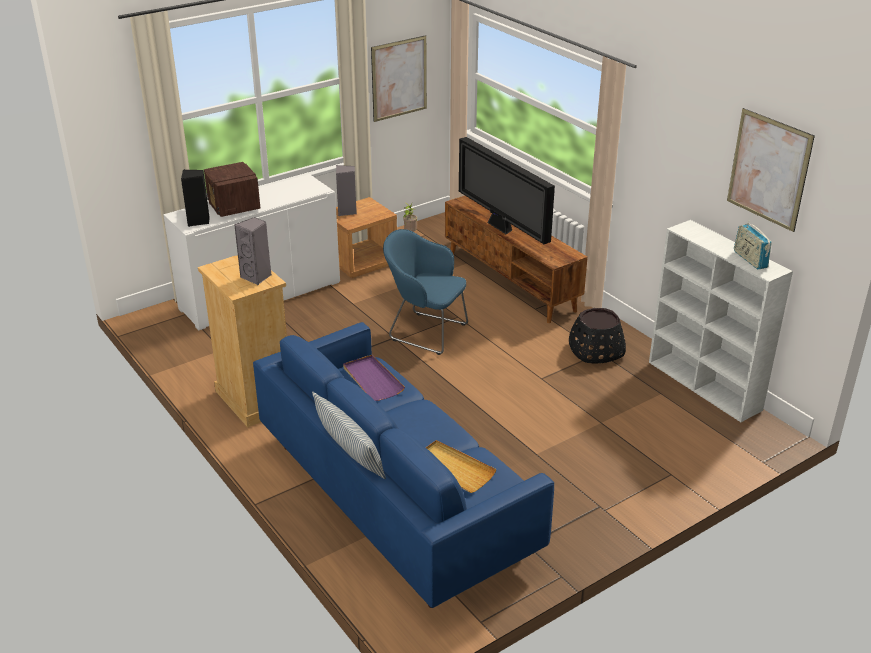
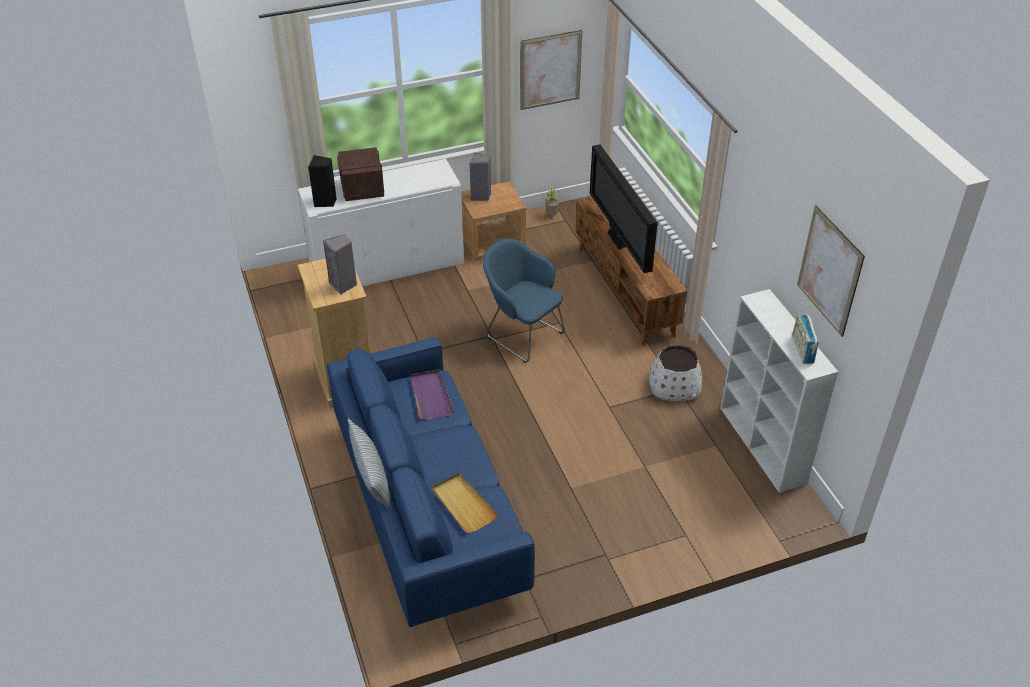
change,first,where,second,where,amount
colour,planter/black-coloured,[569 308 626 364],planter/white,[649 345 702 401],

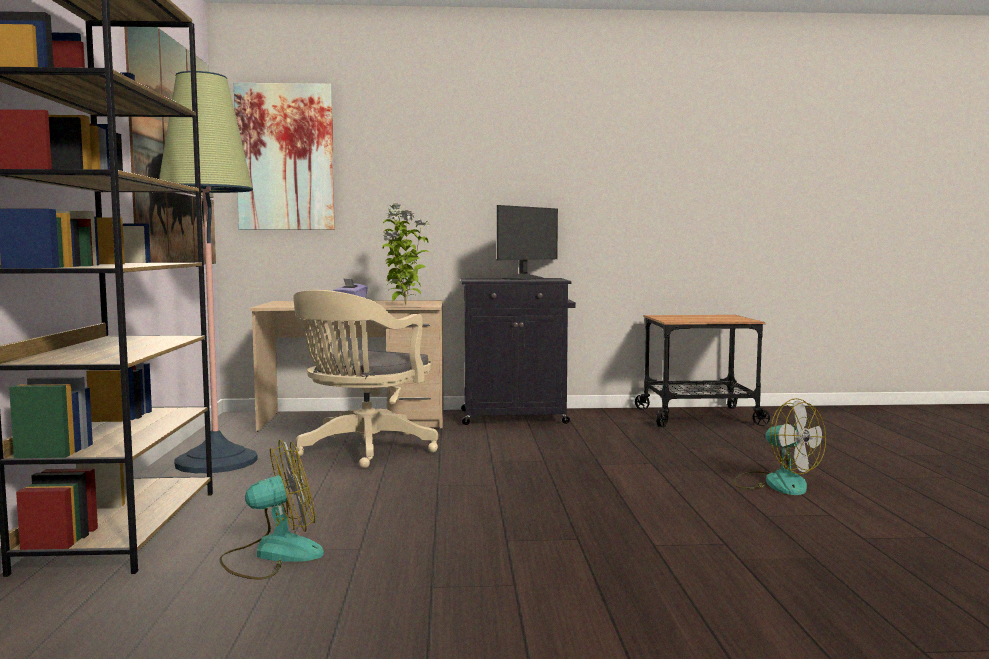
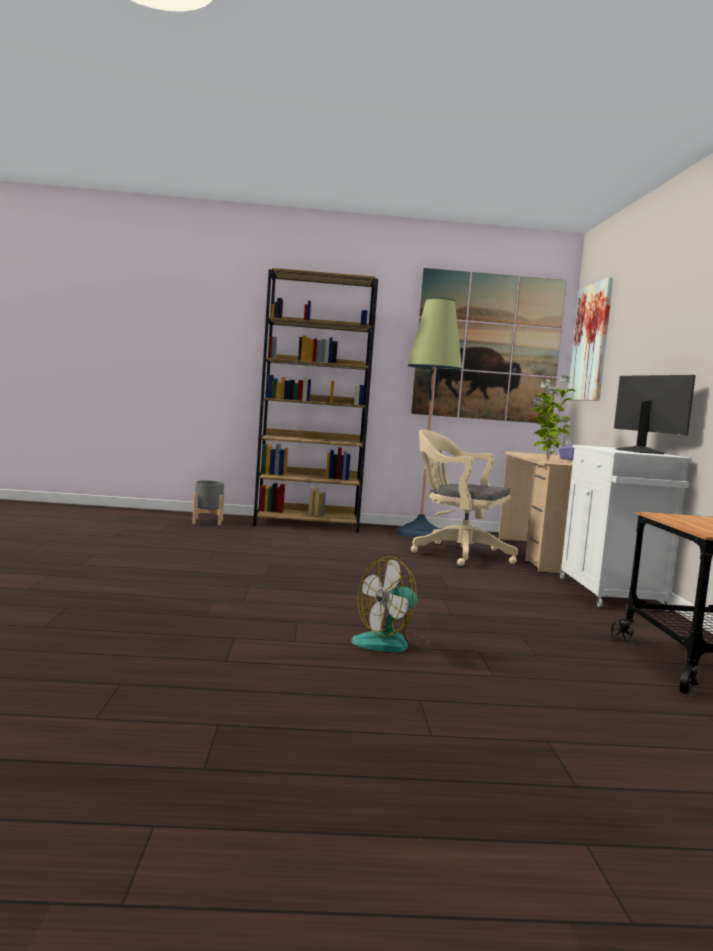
change,first,where,second,where,amount
appeared,,,planter/gray,[192 480 224 525],
colour,cabinet/black-coloured,[461 278 576 425],cabinet/white,[560 445 692 611],
spun,computer screen,[497 205 558 280],,[614 375 696 454],150 degrees counterclockwise
missing,electric fan,[219 440 324 580],,,

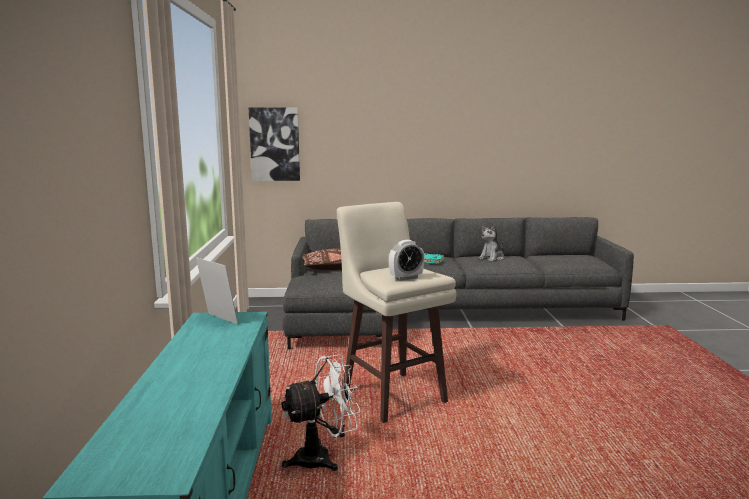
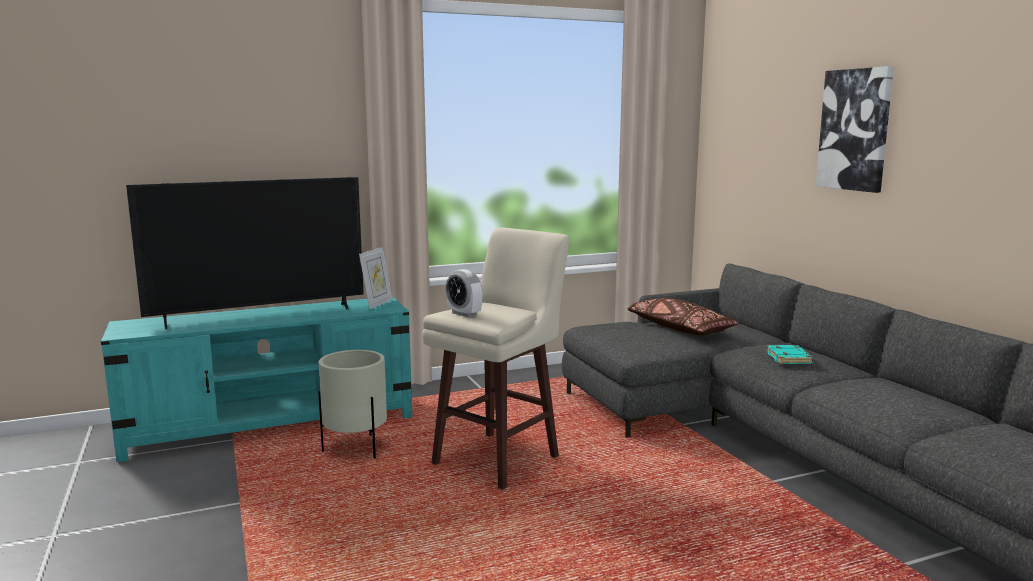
change,first,where,second,where,amount
appeared,,,TV,[126 177 364 329],
exchanged,electric fan/white,[282 354 361 471],planter/sand-coloured,[318 350 387 459],
relocated,wall art,[249 107 300 181],,[816 66 894 193],
missing,plush toy,[479 223 504 262],,,

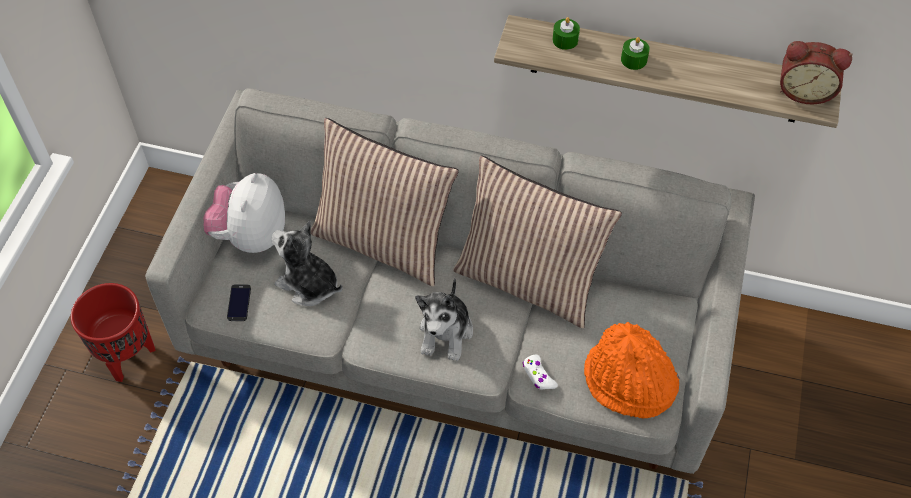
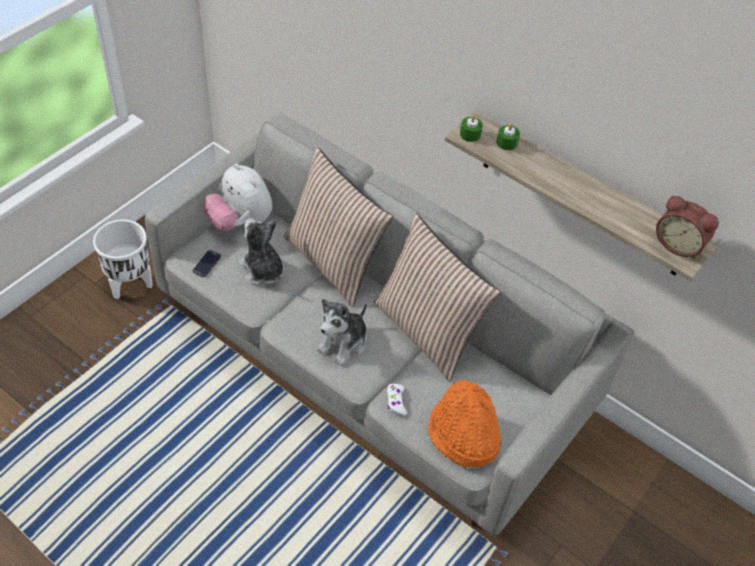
change,first,where,second,where,amount
colour,planter/red,[71 283 156 382],planter/white,[93 220 153 300],
spun,plush toy,[203 173 285 253],,[204 163 272 231],75 degrees counterclockwise
relocated,wax candle/greenish,[621 37 650 70],,[460 115 483 142],

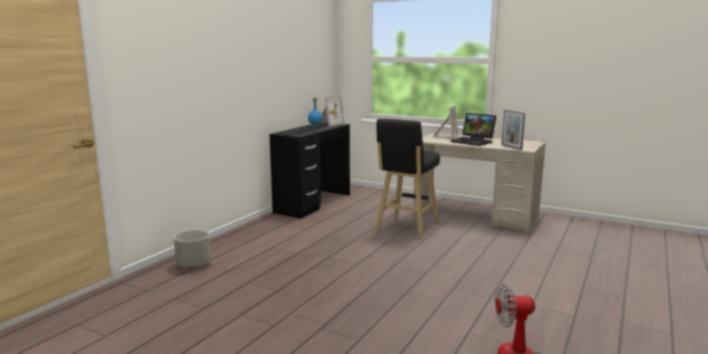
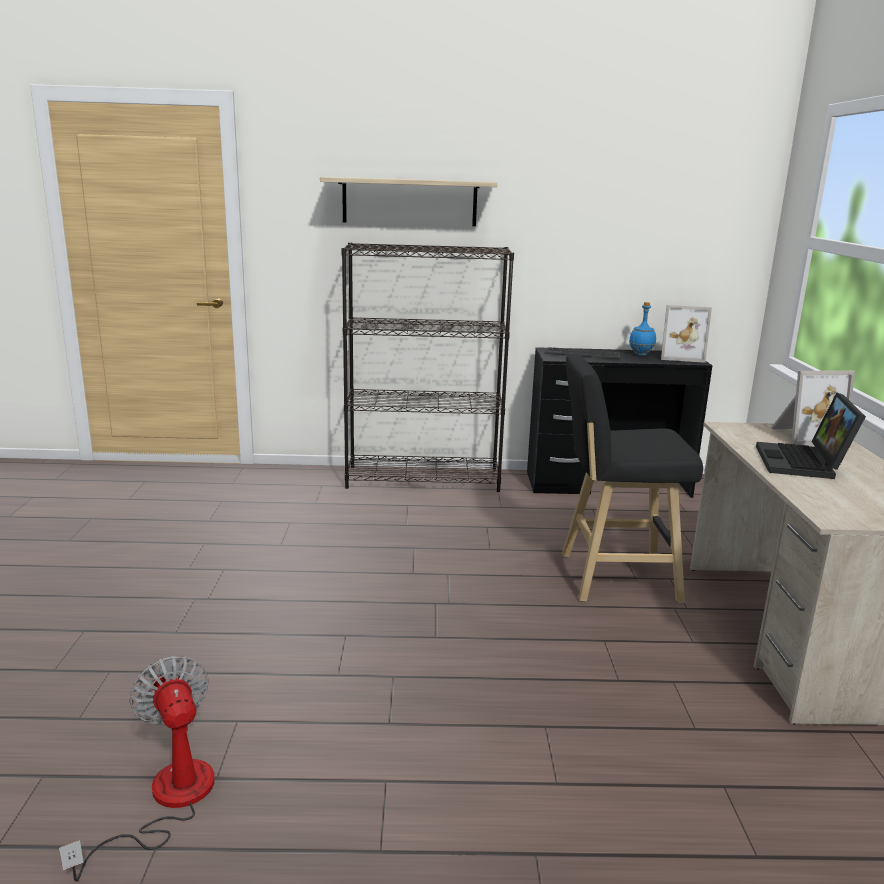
change,first,where,second,where,amount
appeared,,,bracket shelf,[320 177 497 226],
appeared,,,bookshelf/black-coloured,[341 242 514 492],
missing,planter/gray,[174 230 211 268],,,
missing,photo frame,[501 109 525 150],,,

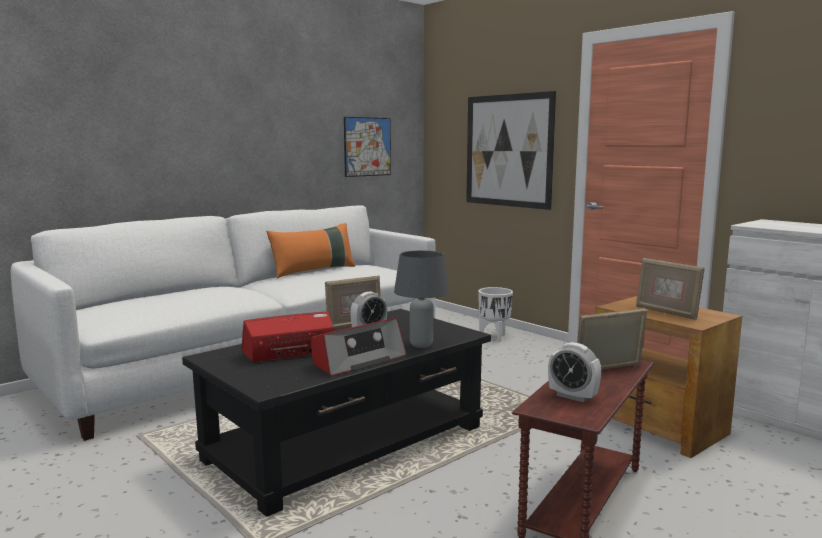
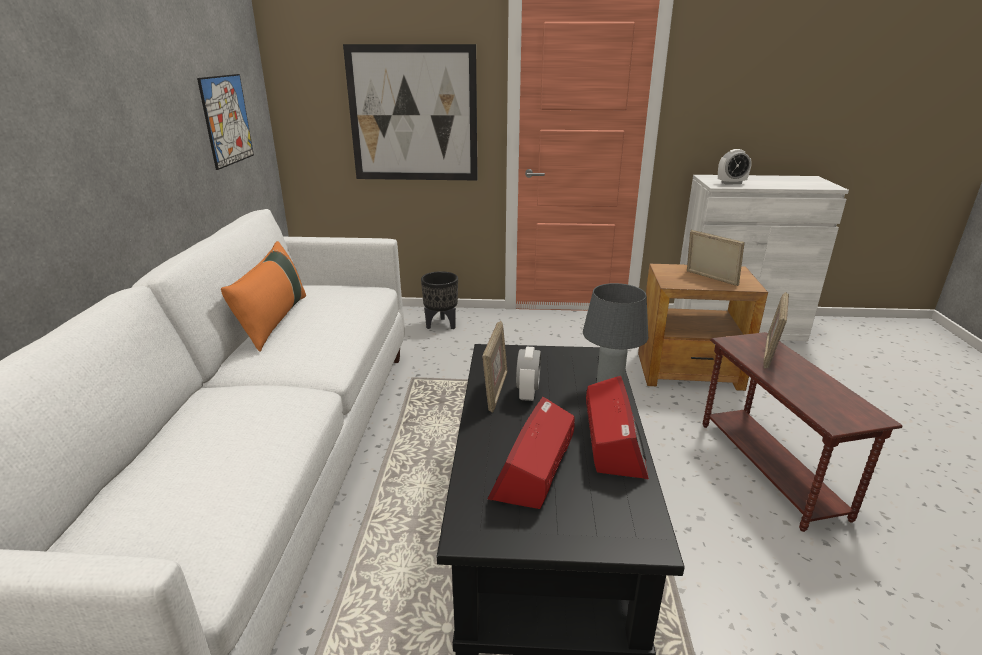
change,first,where,second,where,amount
colour,planter/white,[478 287 513 342],planter/black-coloured,[421 271 458 329],
spun,photo frame,[636 258 704 320],,[687 229 745 286],135 degrees counterclockwise
relocated,table clock,[548 342 601 403],,[718 149 752 185],

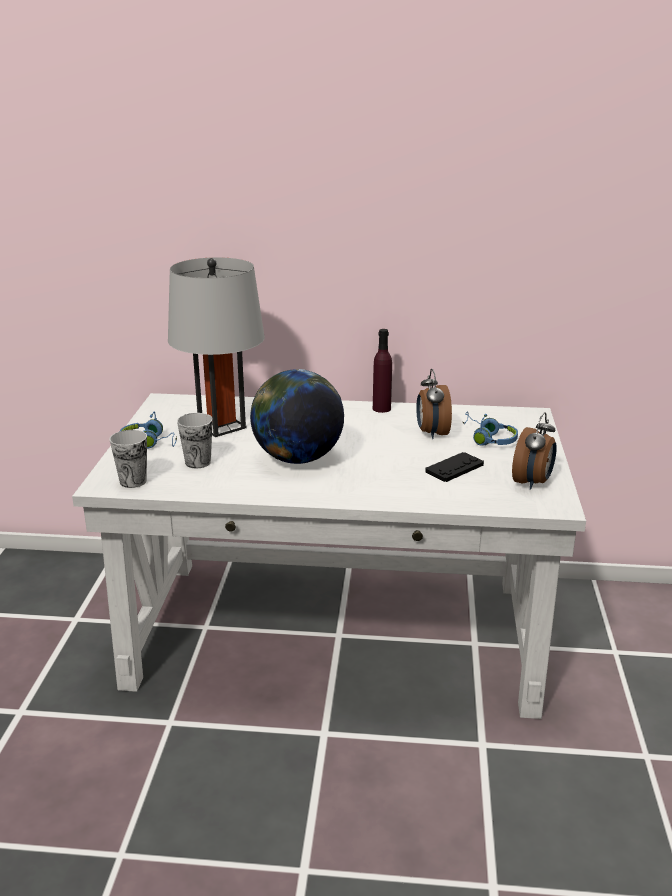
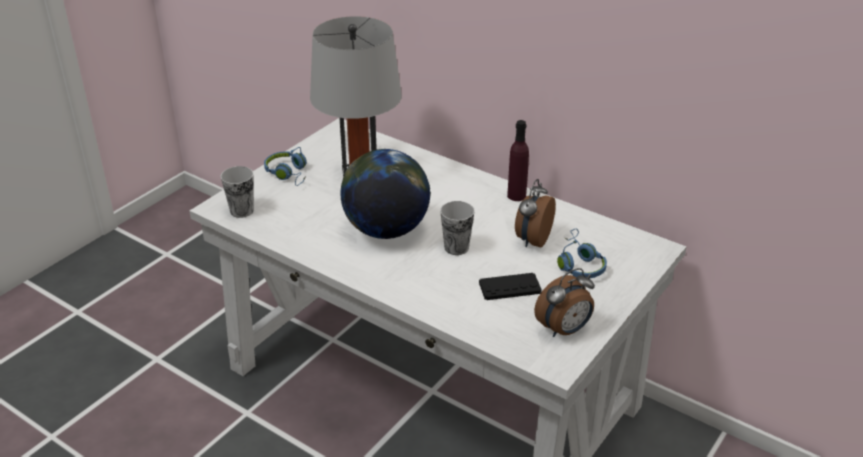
change,first,where,second,where,amount
relocated,cup,[177 413 213 468],,[440 201 475 255],

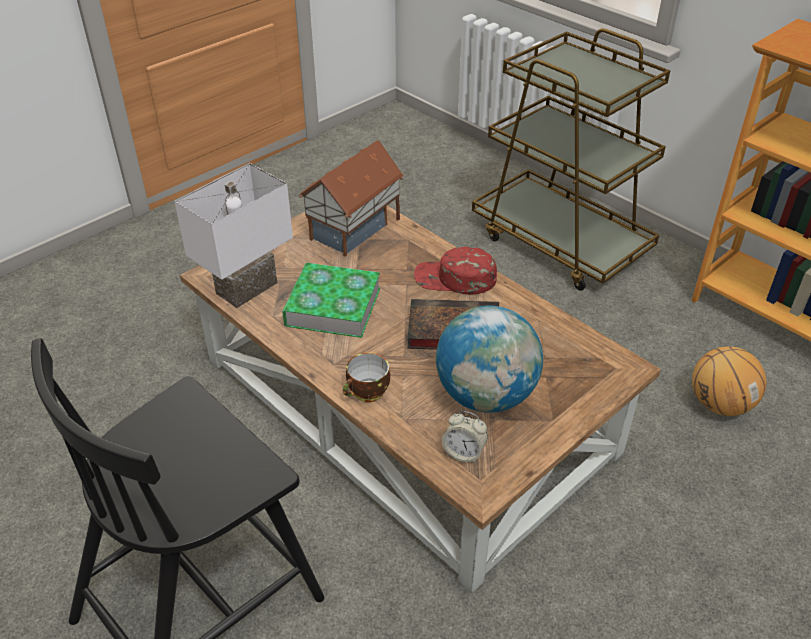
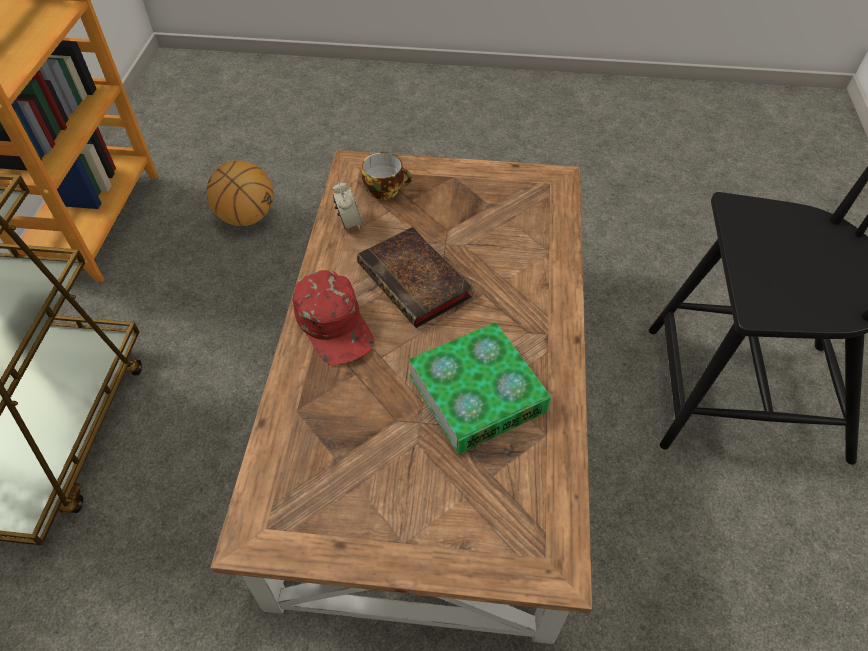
change,first,where,second,where,amount
relocated,table clock,[442 411 488 463],,[332 181 363 230],
relocated,cup,[343 353 390 402],,[362 152 412 200],
missing,tabletop lamp/white,[174 163 293 308],,,
missing,miniature house,[299 140 404 257],,,
missing,desk globe,[436 306 543 413],,,

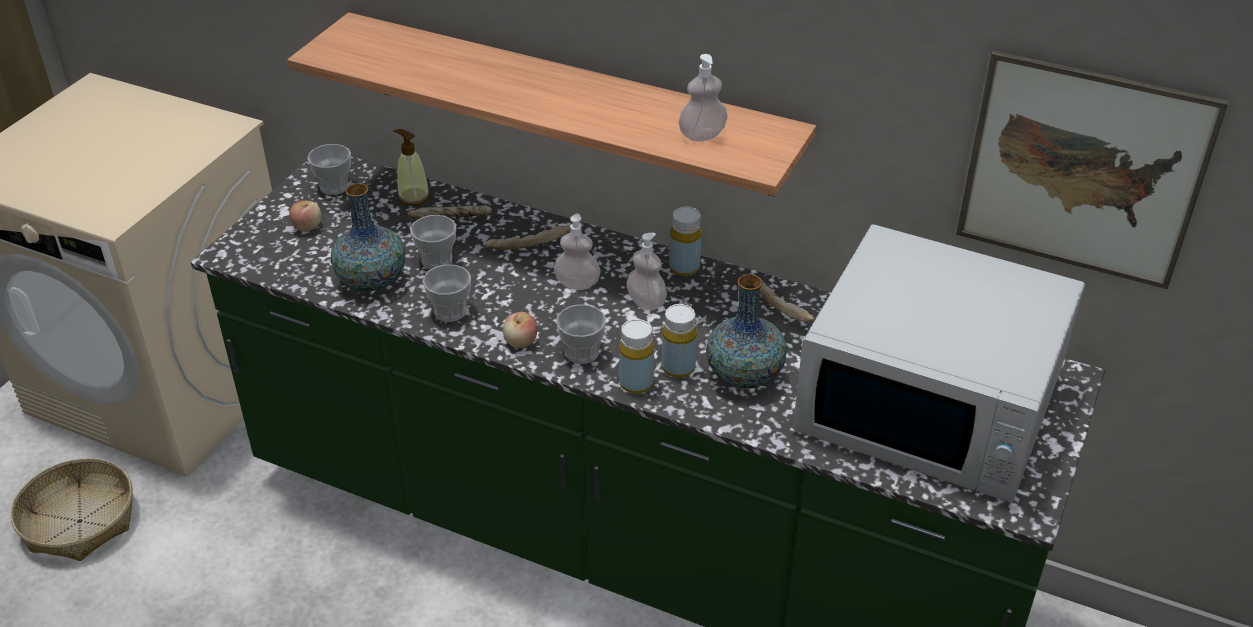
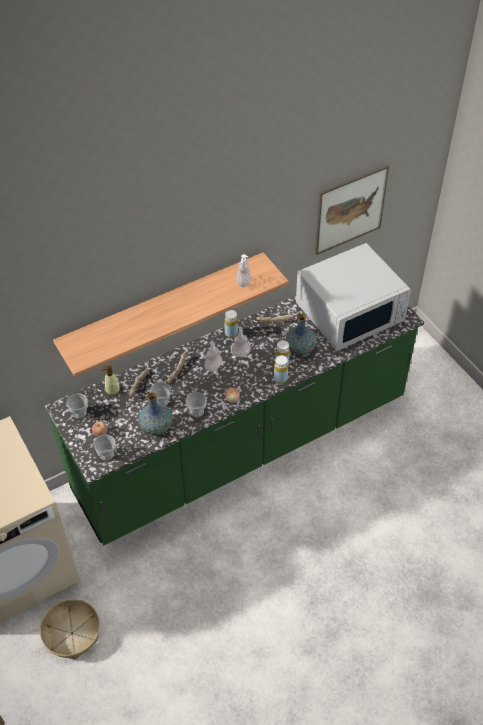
change,first,where,second,where,amount
relocated,cup,[556 304 606 364],,[94 434 116 461],

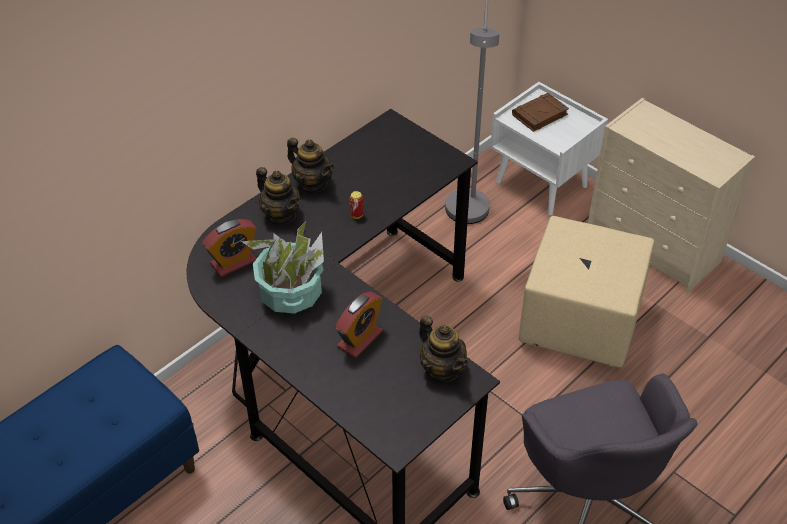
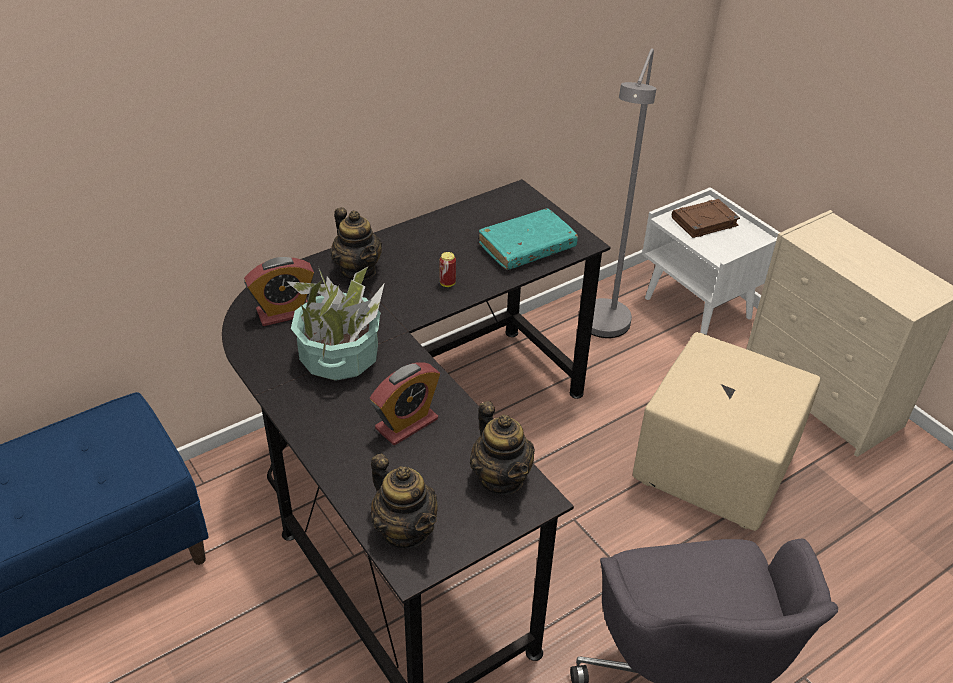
change,first,where,second,where,amount
relocated,tea pot,[287 138 334 193],,[371 454 438 548],
appeared,,,bound book/turquoise,[479 208 578 270],

